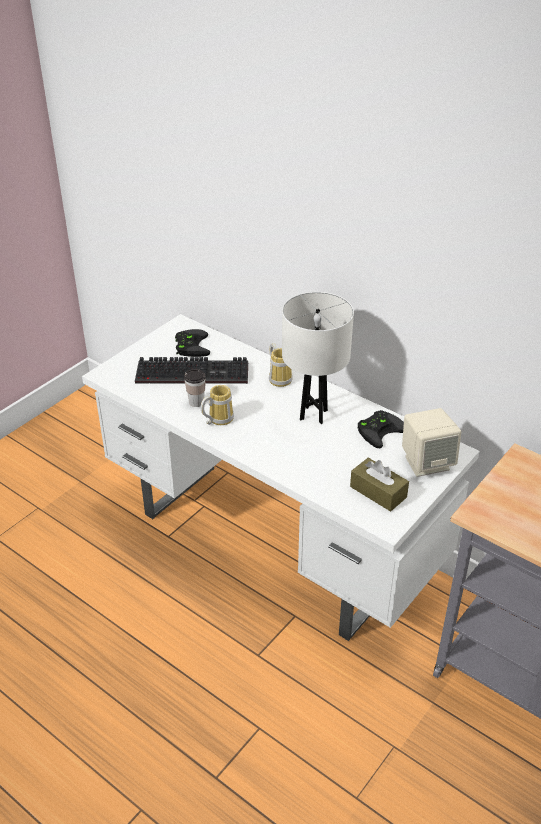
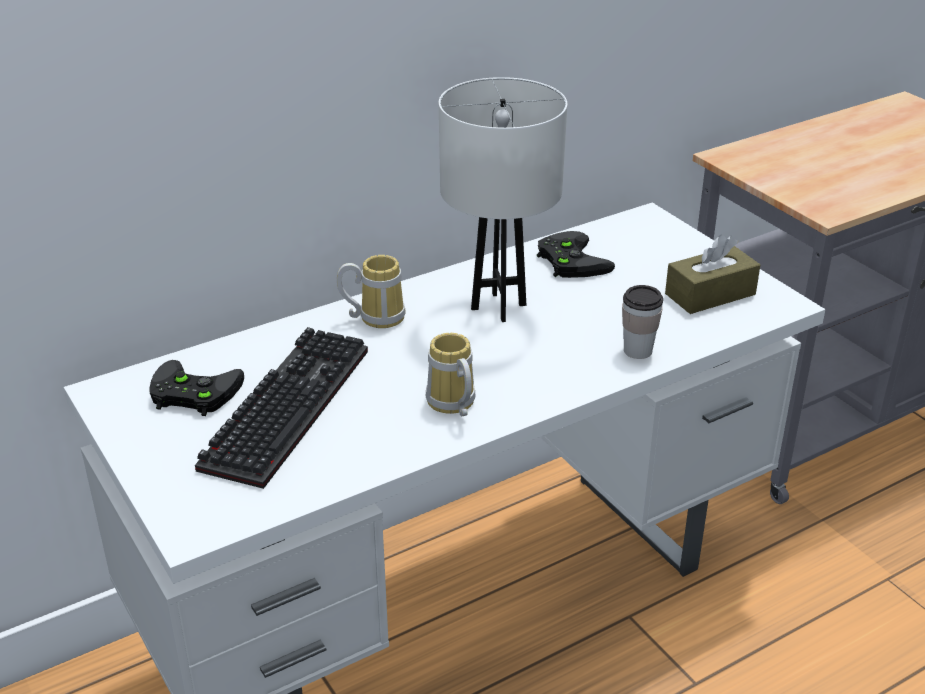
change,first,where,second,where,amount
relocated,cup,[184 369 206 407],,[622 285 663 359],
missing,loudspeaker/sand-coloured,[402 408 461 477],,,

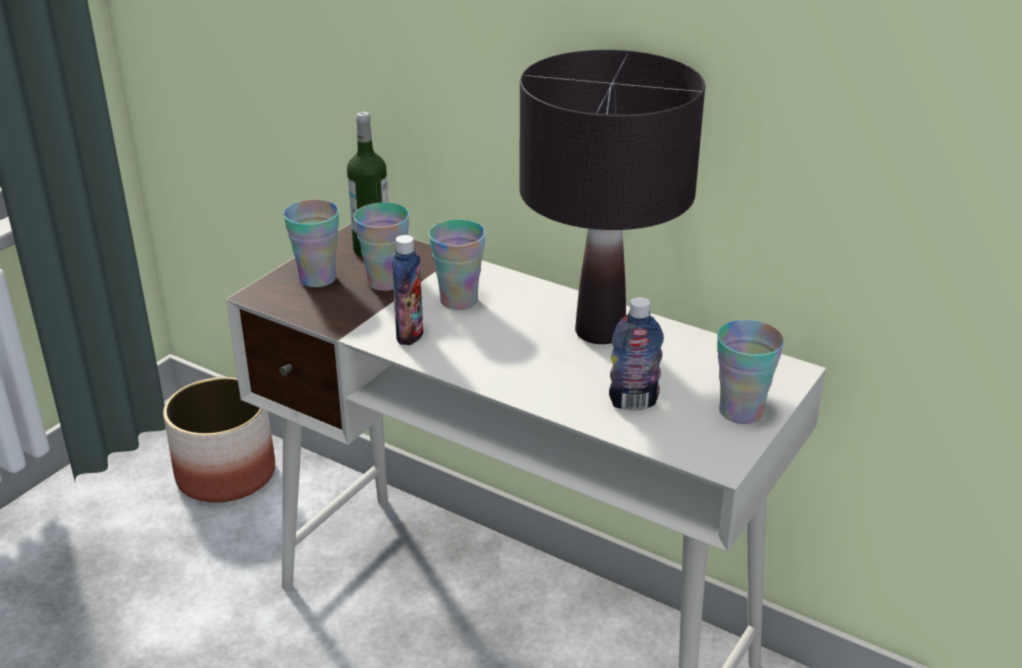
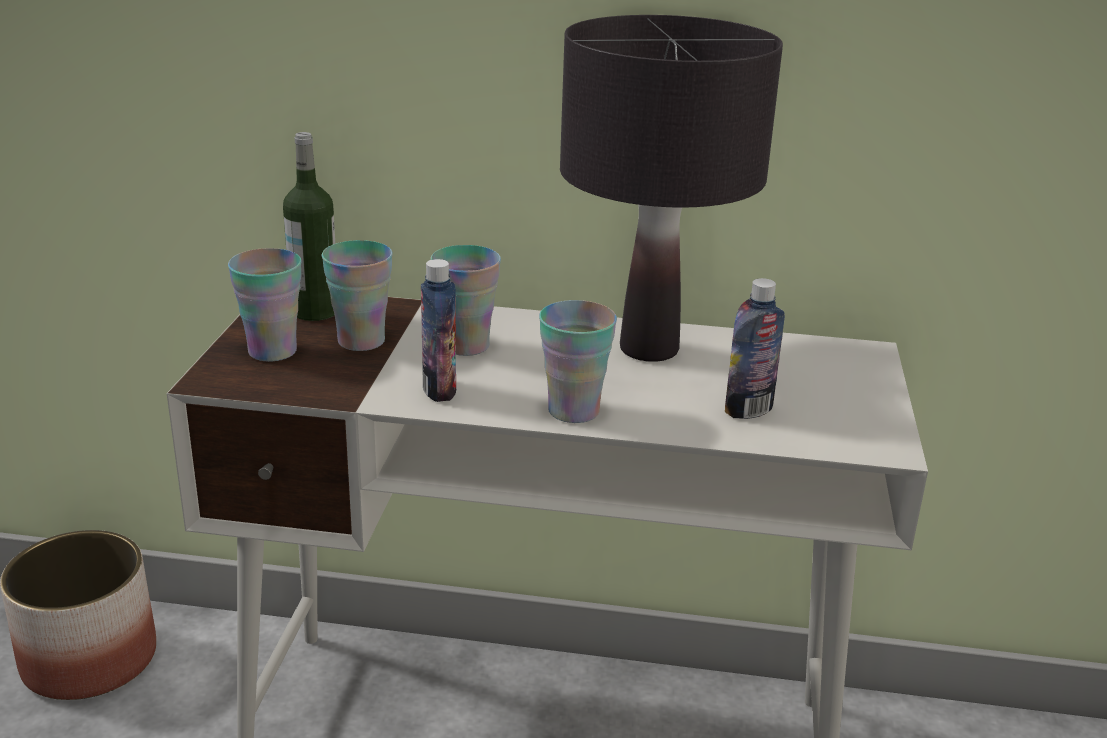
change,first,where,second,where,amount
relocated,cup,[717 320 784 424],,[539 300 617 423],

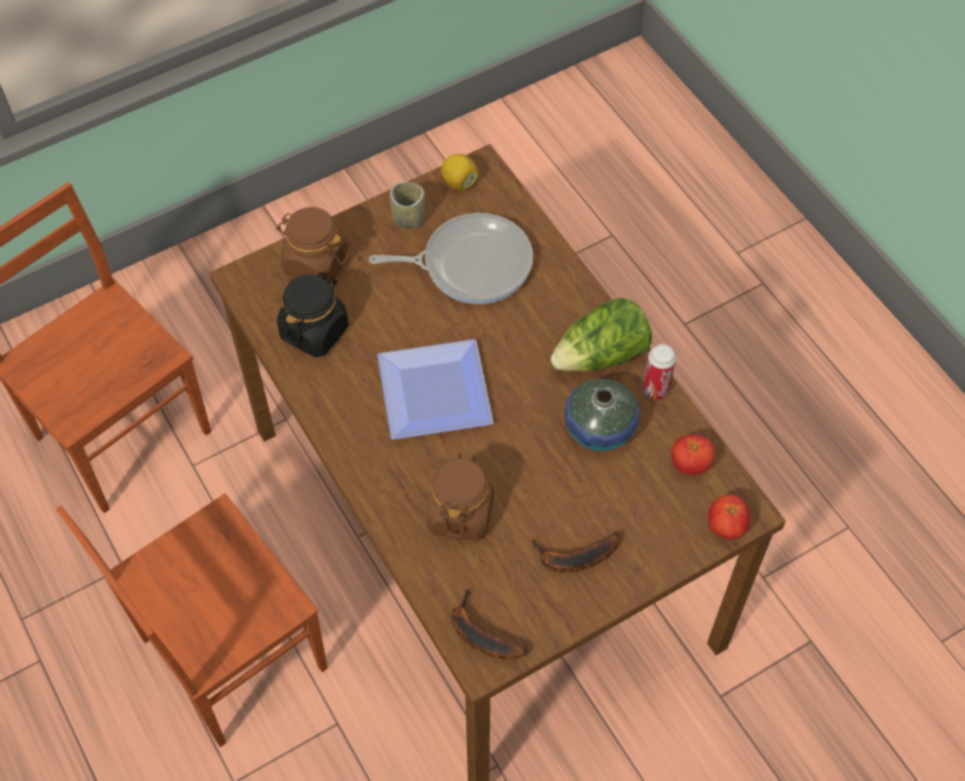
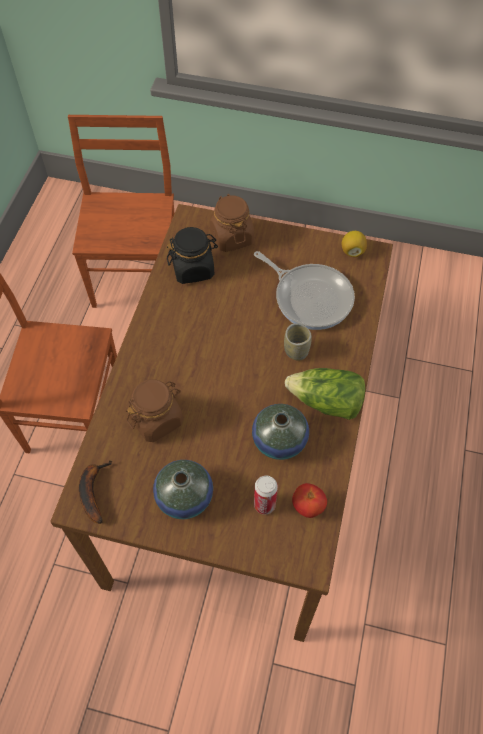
change,first,where,second,where,amount
exchanged,whole banana,[532 532 620 573],flower vase,[153 460 213 519],
relocated,metal can,[642 344 676 400],,[254 476 278 515],
relocated,cup,[390 182 425 229],,[284 323 312 361],
missing,dinner plate,[377 339 493 440],,,
missing,tomato,[708 495 751 539],,,

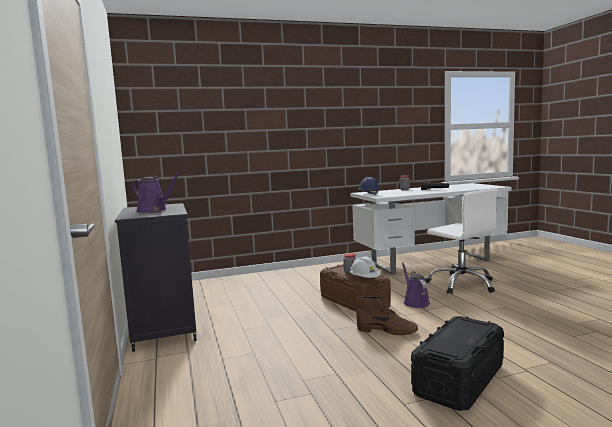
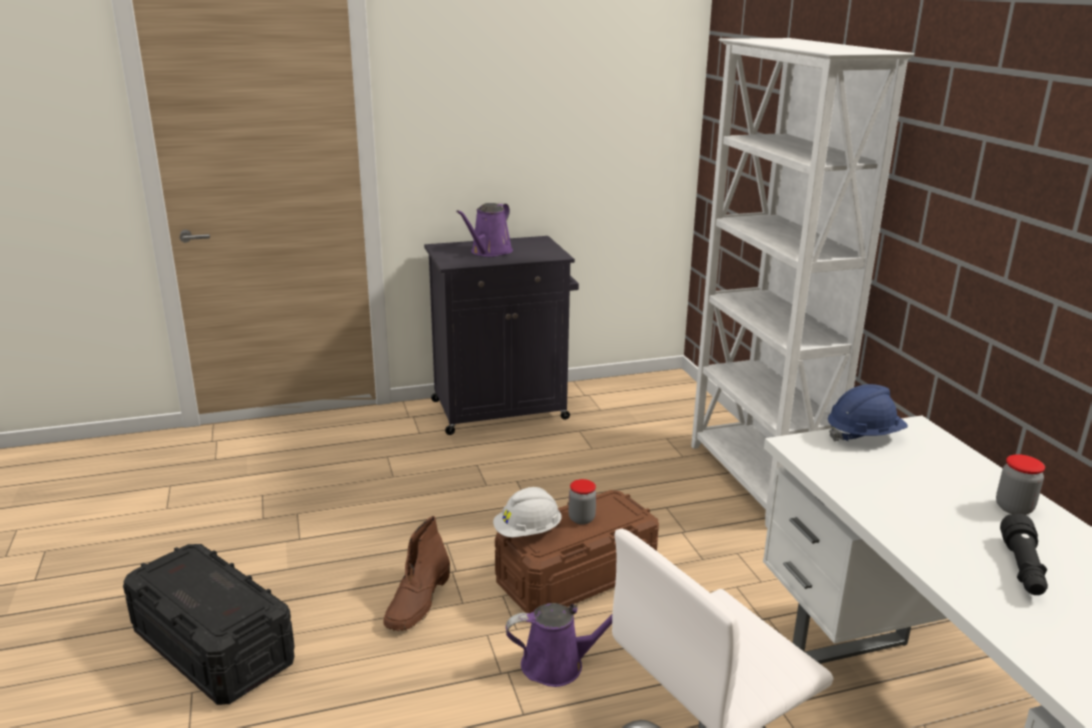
change,first,where,second,where,amount
appeared,,,bookshelf/white,[691 38 914 528],

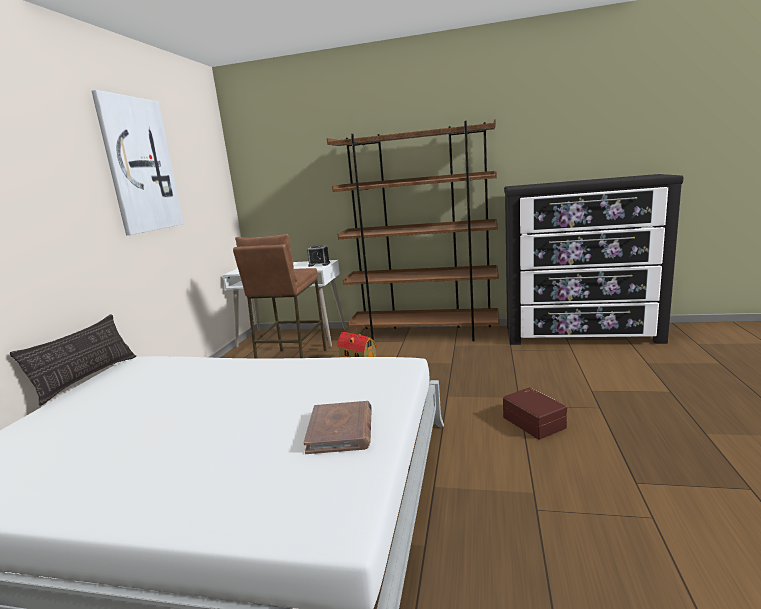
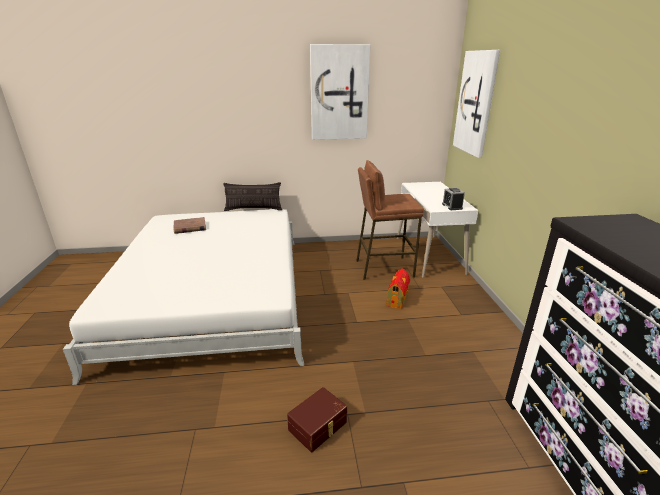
change,first,where,second,where,amount
relocated,bound book/brown,[303 401 372 454],,[173 217 206 234],
appeared,,,wall art,[453 50 500 158],
missing,bookshelf/brown,[327 119 500 341],,,

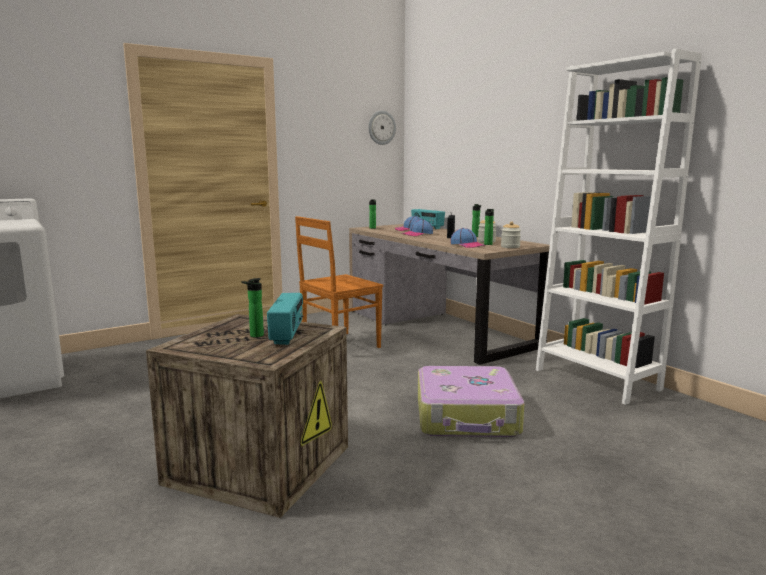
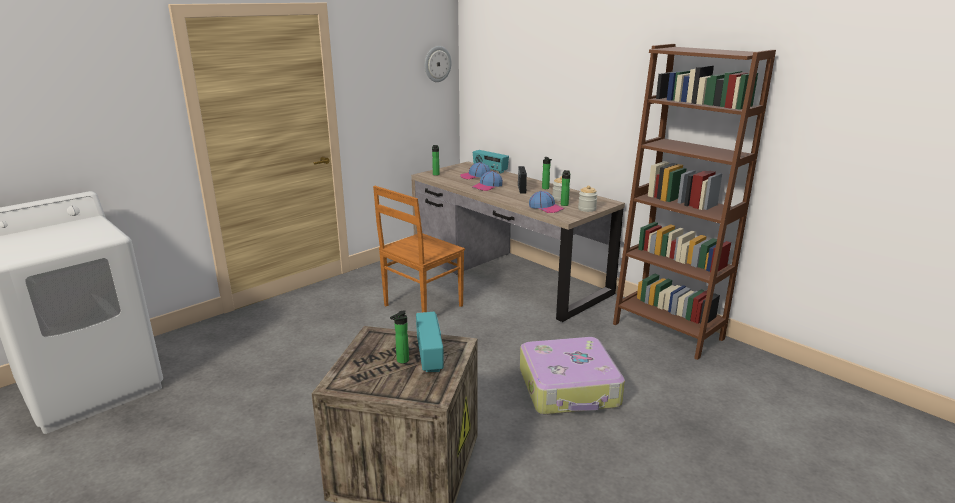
change,first,where,second,where,amount
colour,bookshelf/white,[536 49 702 405],bookshelf/brown,[613 44 776 360],

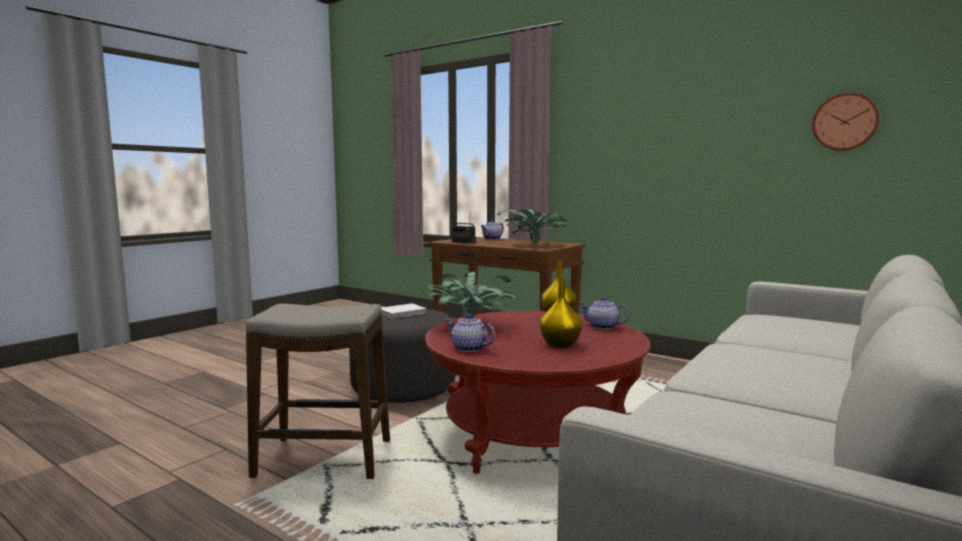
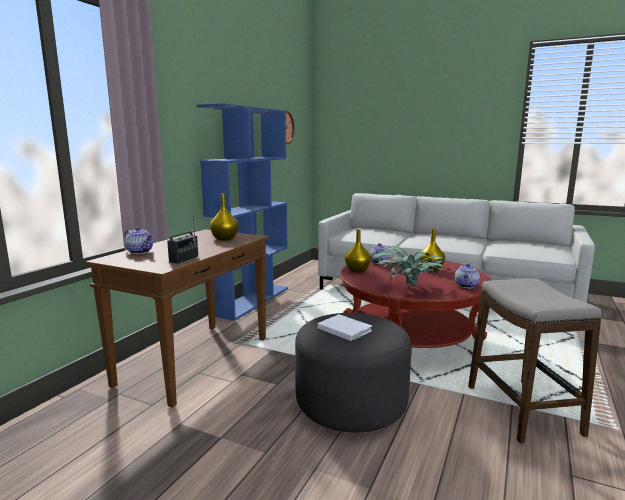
change,first,where,second,where,amount
appeared,,,bookshelf/bluish,[197 103 288 321],
exchanged,potted plant,[497 209 567 244],flower vase/yellowish,[210 193 239 241],

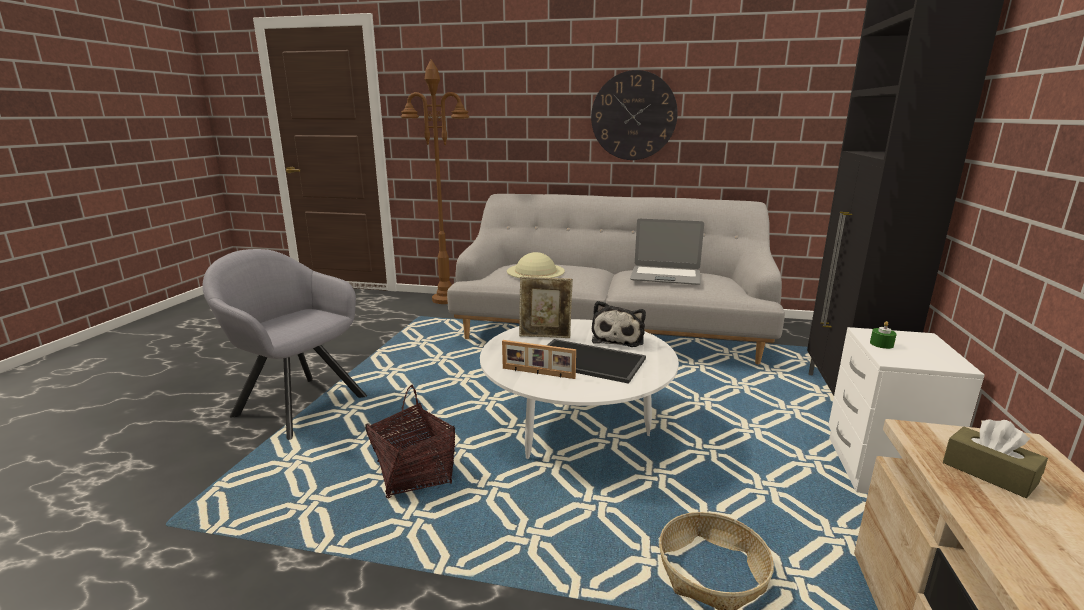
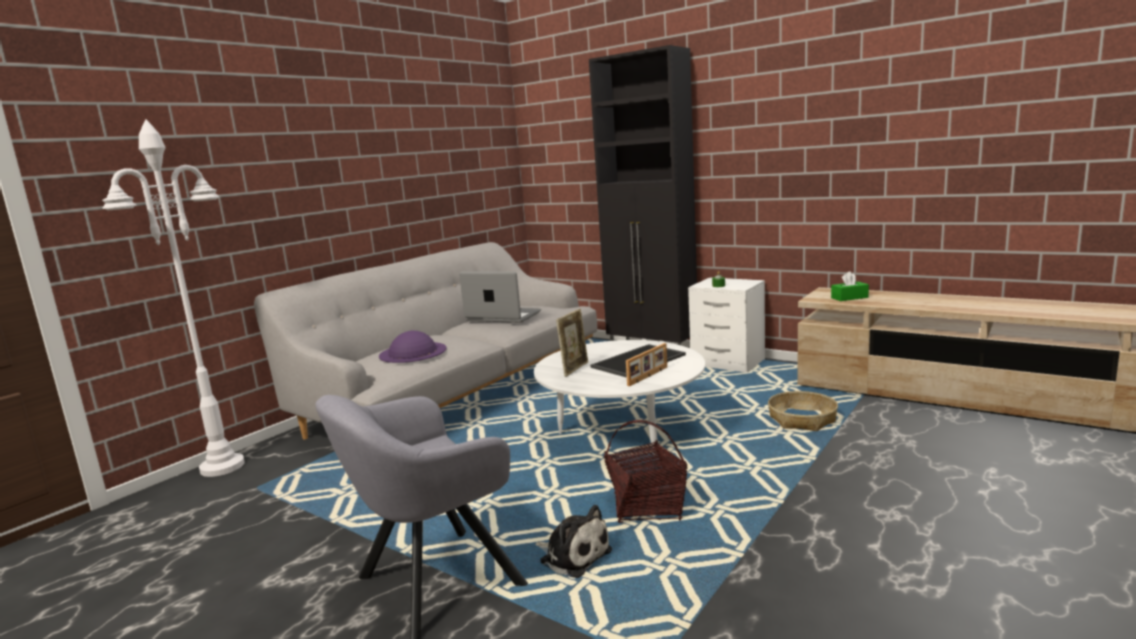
change,first,where,second,where,amount
colour,standard lamp/brown,[401 59 469 304],standard lamp/white,[102 119 245 477],
colour,hat/sand-coloured,[507 252 565 278],hat/purple-coloured,[379 331 446 363],
spun,notebook computer,[630 219 704 285],,[459 271 541 323],105 degrees counterclockwise
relocated,plush toy,[592 301 646 347],,[535 505 612 578],
colour,tissue holder/brown,[943 420 1048 498],tissue holder/greenish,[831 271 869 301],
missing,wall clock,[591 70 678 160],,,

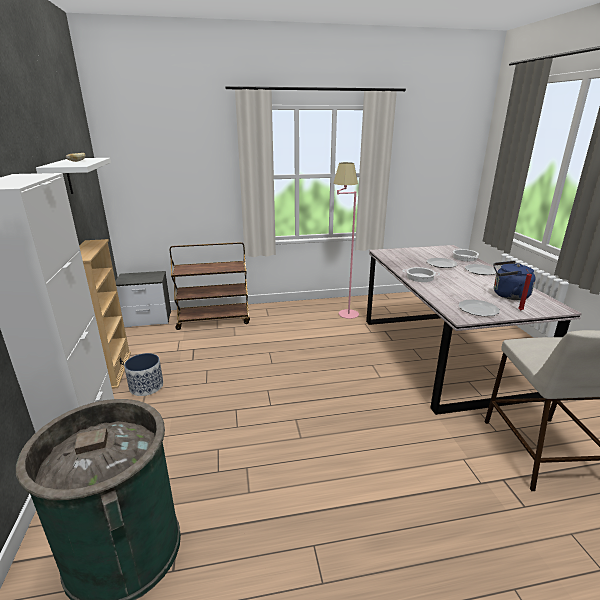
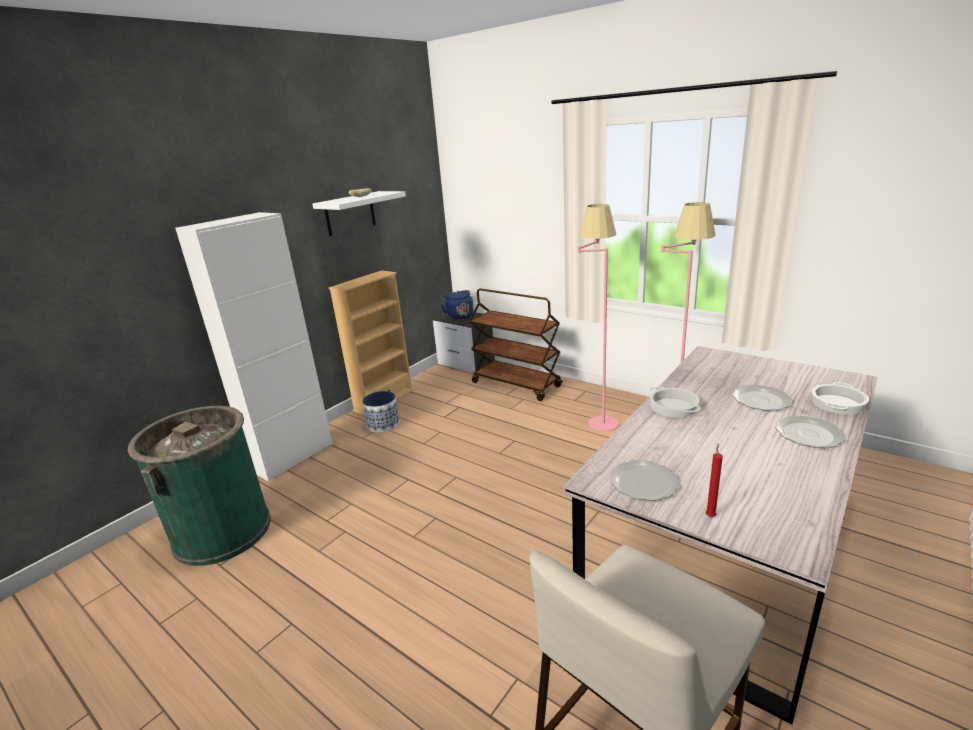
change,first,where,second,where,amount
relocated,kettle/bluish,[493 261 536 300],,[440 290 474 320],
appeared,,,standard lamp/pink-coloured,[578 204 619 431],

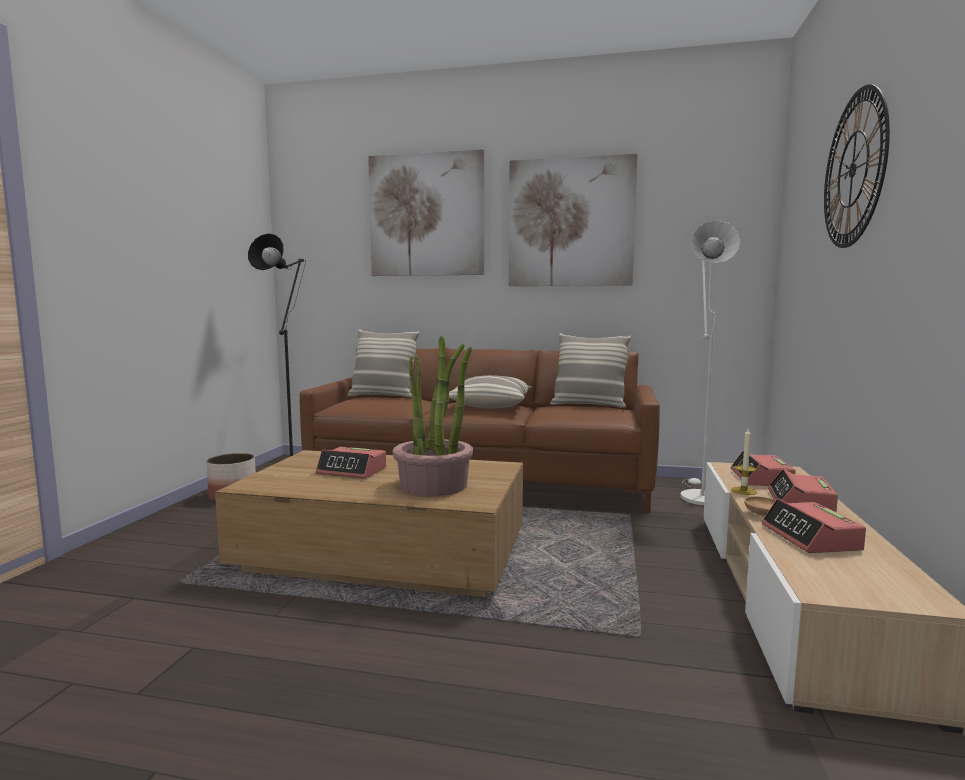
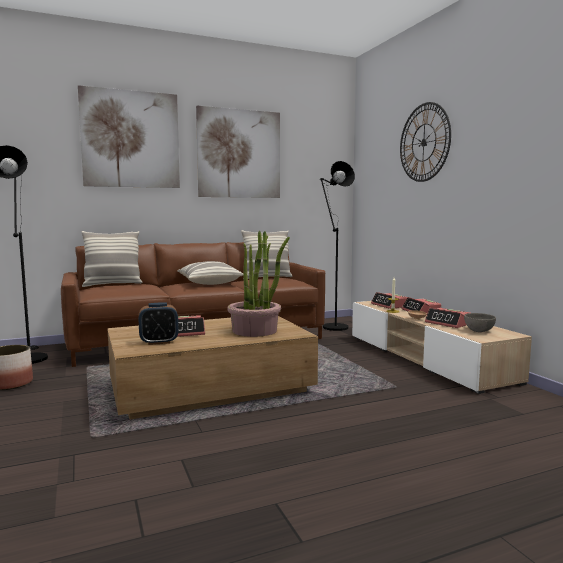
change,first,where,second,where,amount
appeared,,,table clock,[139 302 178 345],
colour,standard lamp/white,[680 220 740 505],standard lamp/black-coloured,[320 161 355 331],
appeared,,,serving bowl/gray,[464 313 496 332],

